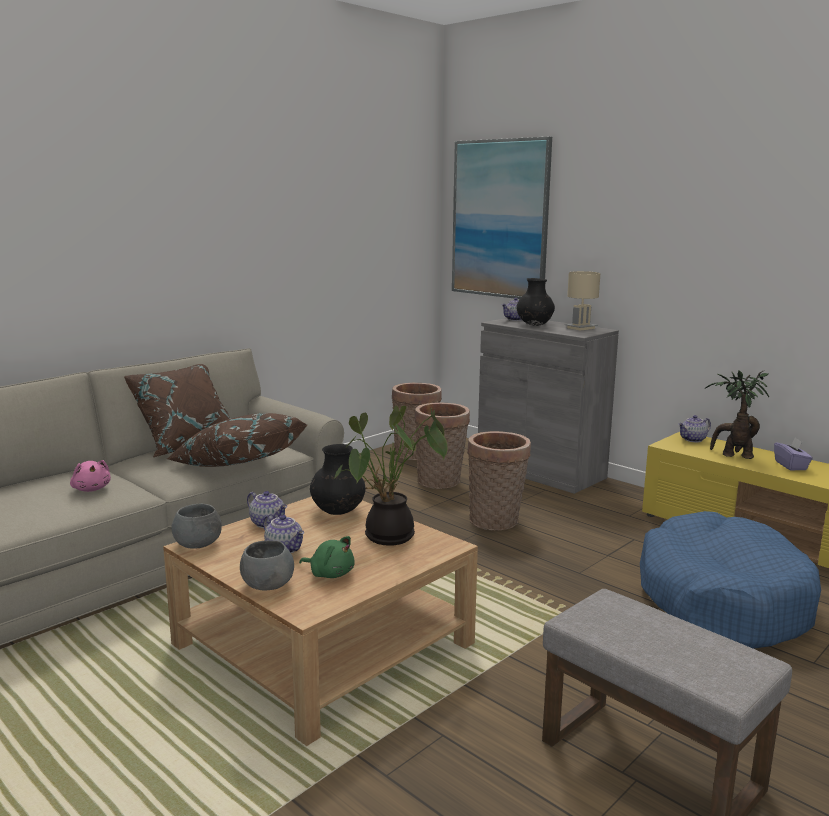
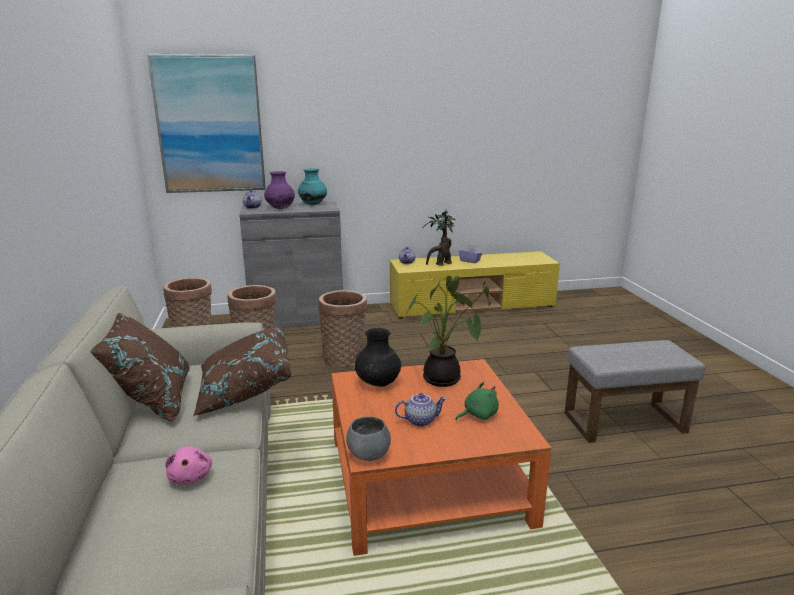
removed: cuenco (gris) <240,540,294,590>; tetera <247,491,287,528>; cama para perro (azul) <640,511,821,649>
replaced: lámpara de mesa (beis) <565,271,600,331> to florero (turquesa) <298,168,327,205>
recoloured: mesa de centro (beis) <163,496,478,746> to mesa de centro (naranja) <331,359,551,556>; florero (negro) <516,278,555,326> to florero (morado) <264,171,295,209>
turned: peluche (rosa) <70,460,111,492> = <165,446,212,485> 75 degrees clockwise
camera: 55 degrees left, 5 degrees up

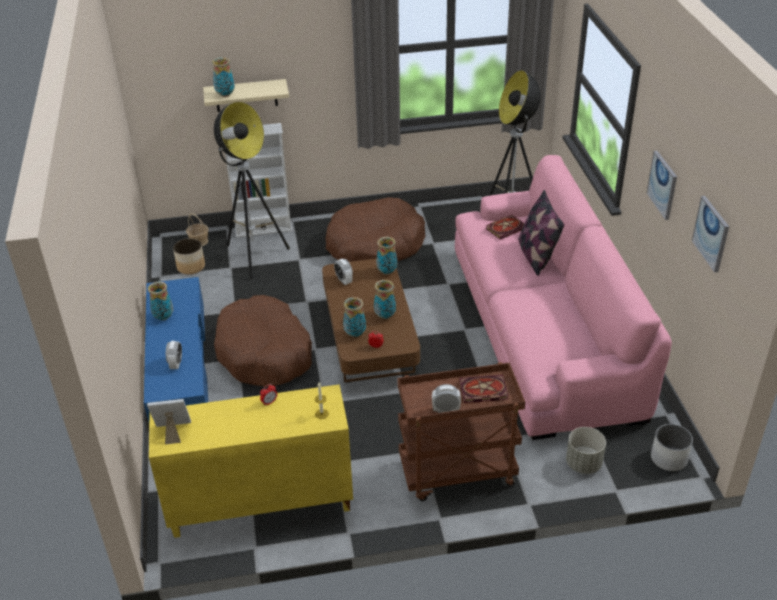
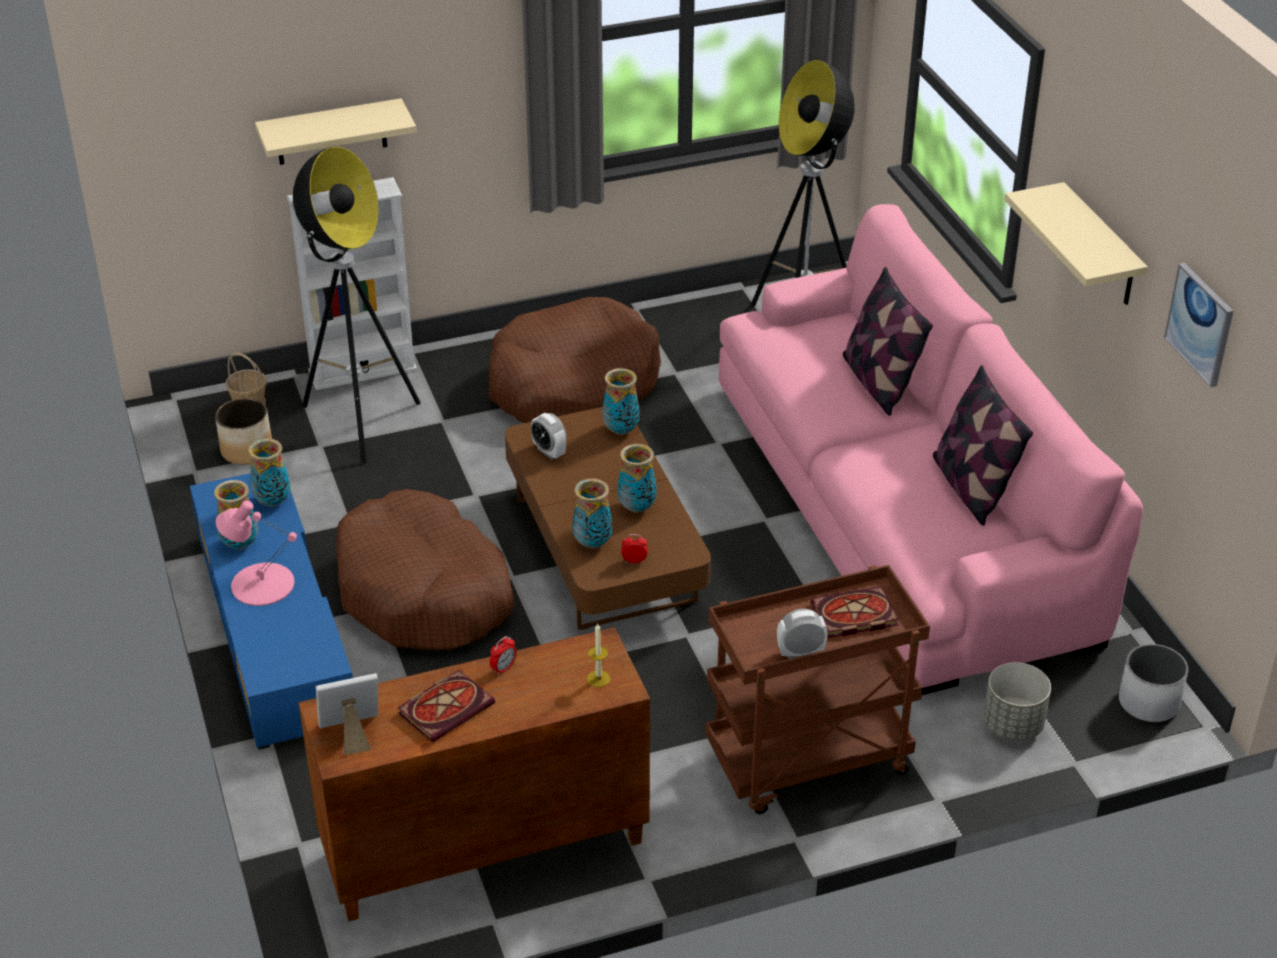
removed: despertador <166,341,182,369>
added: lámpara de mesa (rosa) <216,500,297,606>; cojín <933,365,1033,526>
moved: florero <212,57,235,97> to <248,438,291,507>; libro <485,215,525,240> to <398,670,495,743>
replaced: cuadro <647,151,677,220> to estante (beis) <1005,182,1148,305>
recoloured: armario (amarillo) <149,384,353,538> to armario (marrón) <298,627,650,921>
camera: 10 degrees left, 0 degrees up

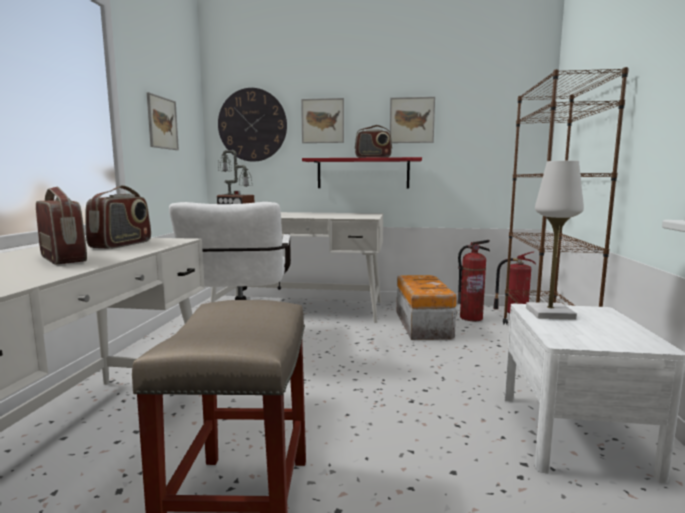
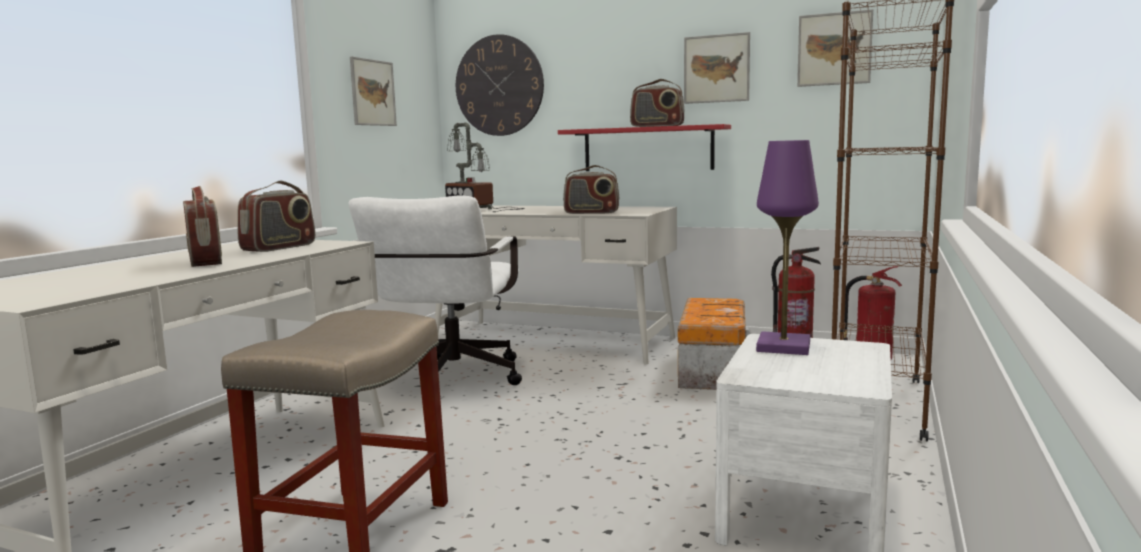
added: radio <563,165,620,214>
moved: cuadro <301,98,344,143> to <797,9,873,87>
recoloured: lámpara de mesa (blanco) <526,161,584,320> to lámpara de mesa (morado) <756,140,819,355>
camera: 15 degrees right, 0 degrees up

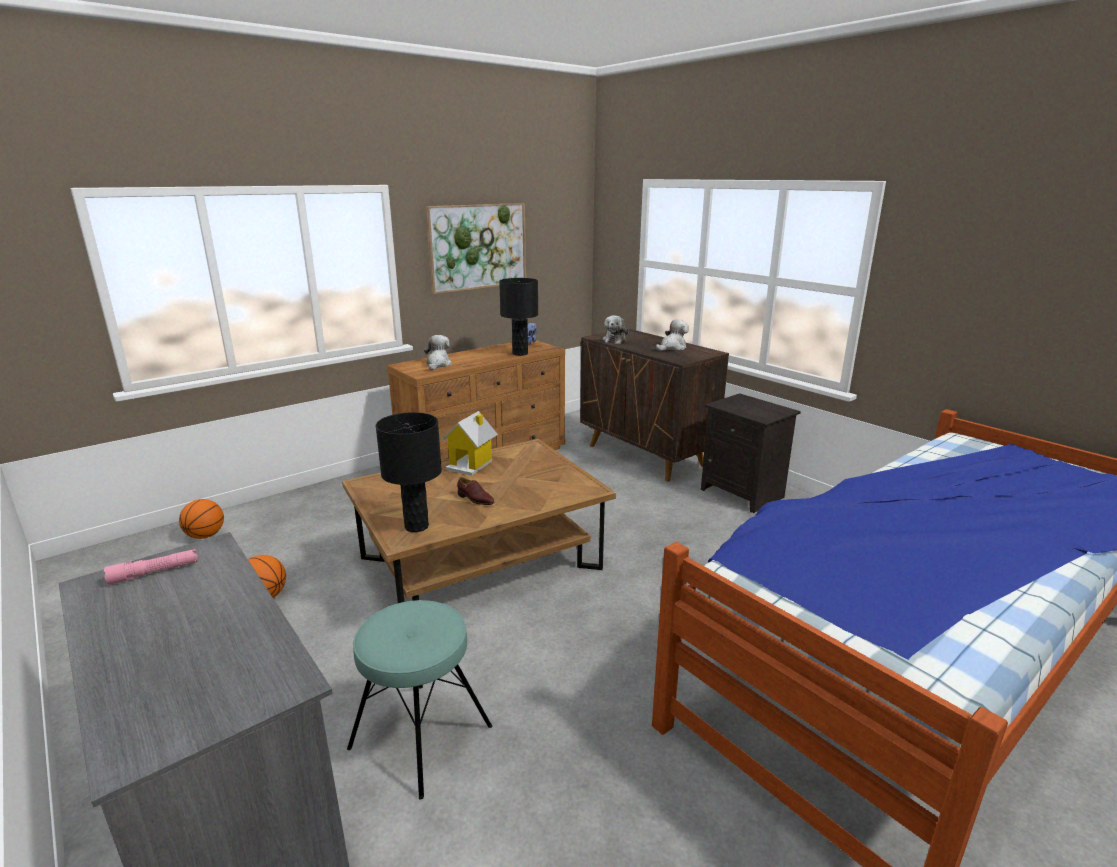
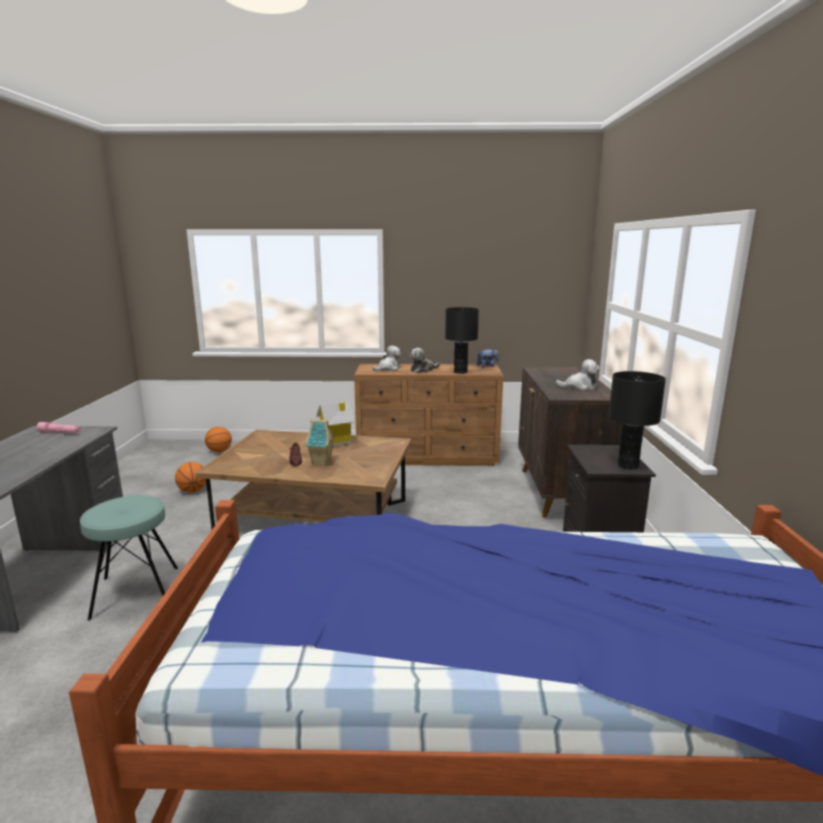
removed: cuadro <425,203,526,294>
added: casita <306,420,335,466>
moved: lámpara de mesa (negro) <376,412,442,532> to <608,371,666,469>; peluche <603,315,629,344> to <410,348,440,373>
camera: 40 degrees right, 5 degrees down

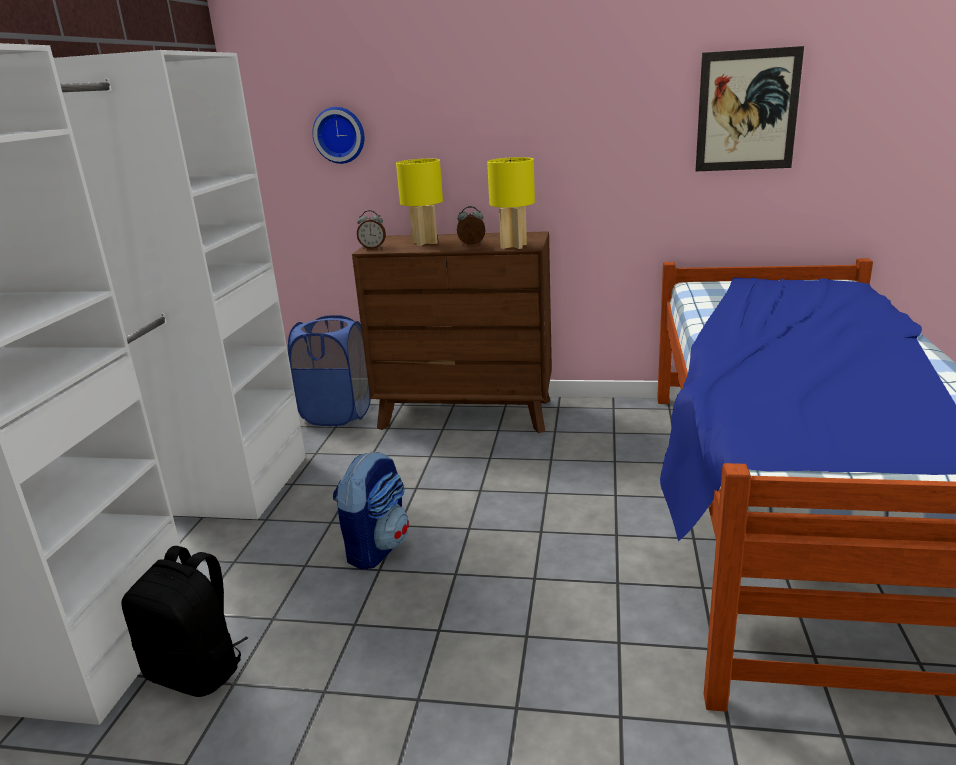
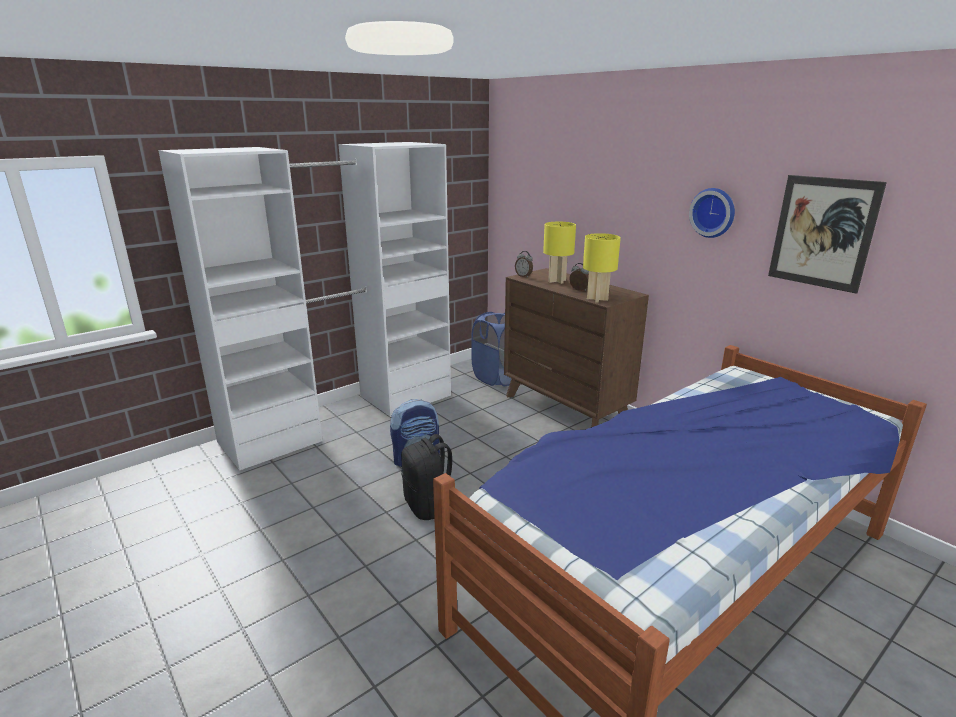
moved: mochila (negro) <121,546,248,697> to <401,434,452,520>; reloj de pared <312,107,364,164> to <689,188,735,238>
camera: 40 degrees right, 0 degrees up

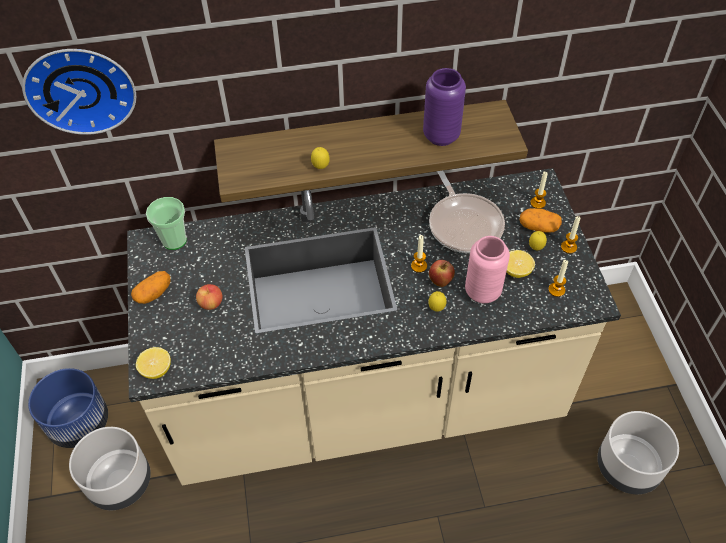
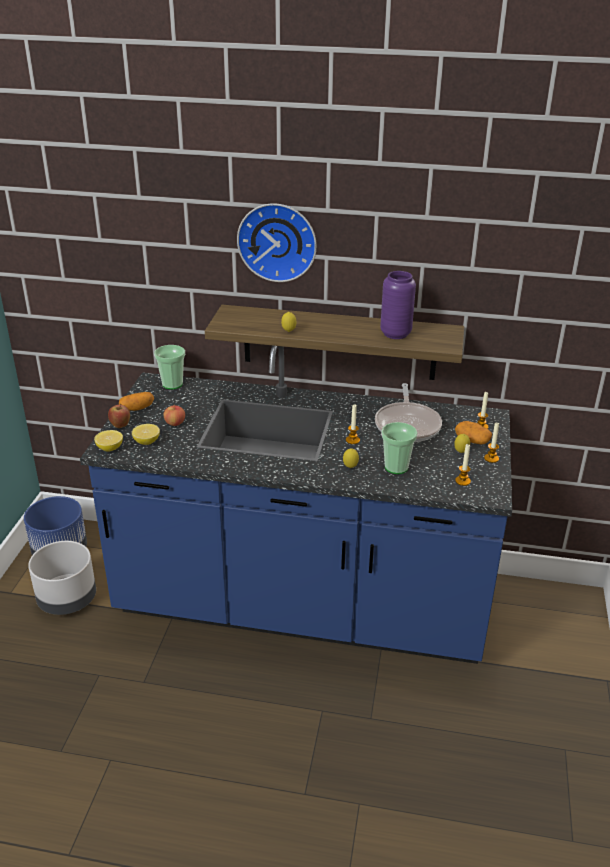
removed: maceta (gris) <598,411,679,494>
moved: reloj de pared <22,49,136,135> to <237,203,317,282>; manzana <429,260,455,287> to <108,404,130,428>; limón <507,250,535,278> to <132,424,160,445>
replaced: florero (rosa) <465,236,510,303> to taza <381,422,418,474>
recoloured: mueble bajo de cocina (beis) <127,168,621,485> to mueble bajo de cocina (azul) <80,346,512,664>
camera: 20 degrees right, 20 degrees down

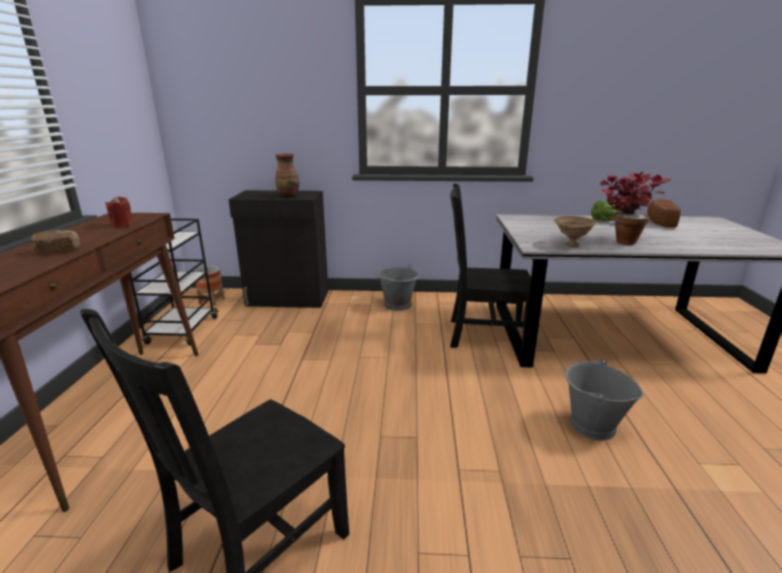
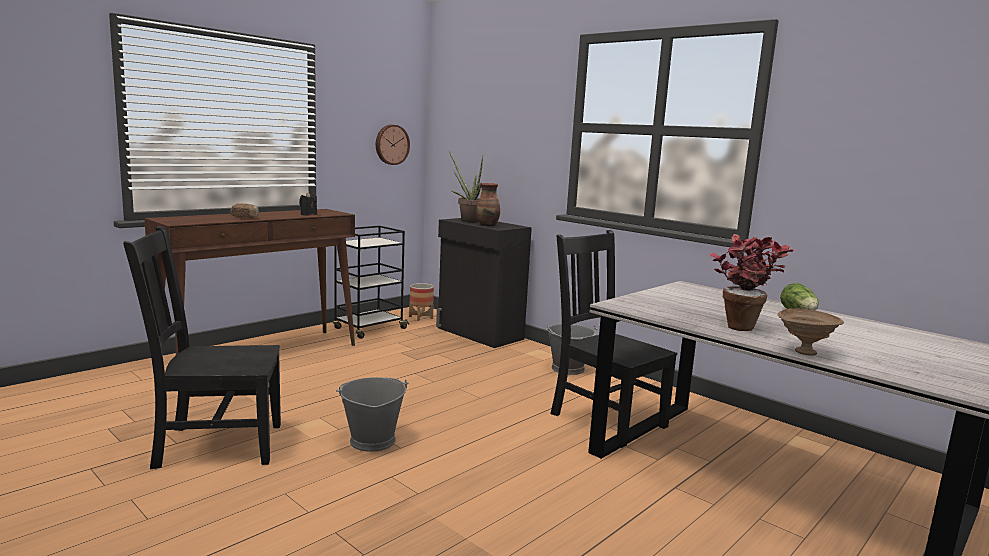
removed: pan <647,199,681,228>
added: reloj de pared <376,125,410,165>; planta en maceta <449,151,483,223>
moved: cuenco (marrón) <554,216,597,247> to <777,308,844,356>; cubo (gris) <565,358,644,440> to <336,377,408,452>
recoloured: vela (rojo) <105,196,134,228> to vela (negro) <299,192,317,216>
camera: 40 degrees right, 10 degrees down

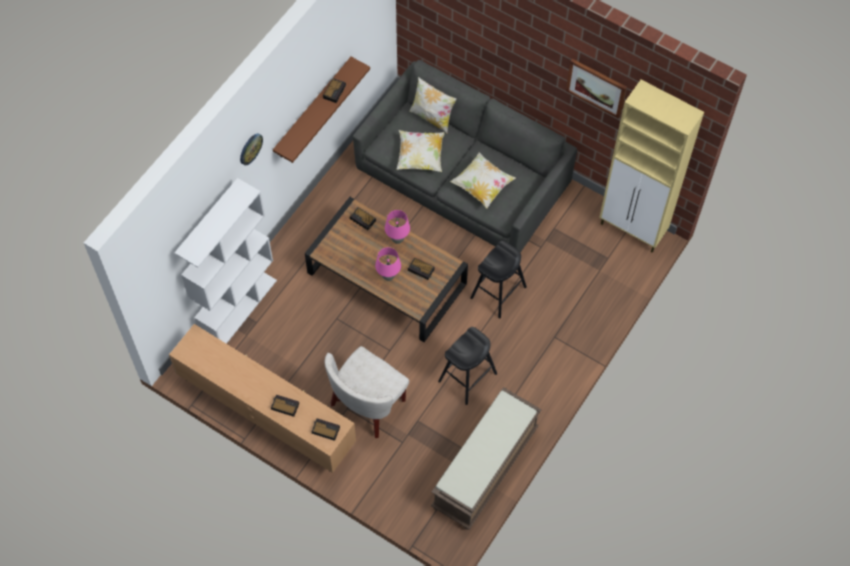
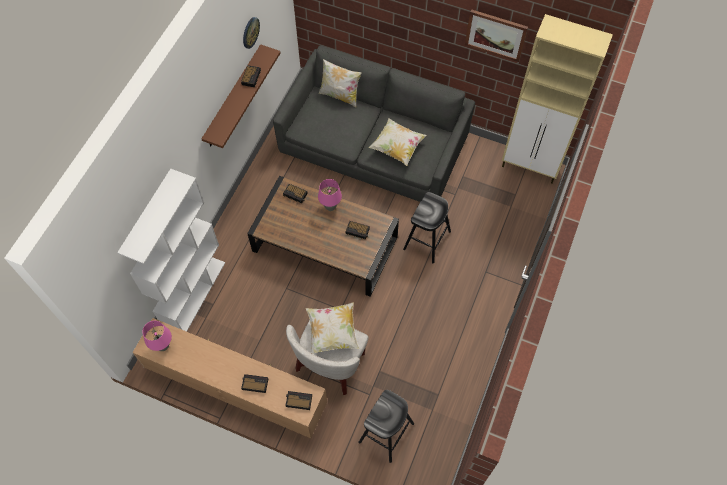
removed: banco (marrón) <431,387,542,530>
moved: reloj de pared <240,134,263,165> to <243,17,260,49>; lámpara de mesa (rosa) <375,247,401,281> to <143,321,172,351>; cojín <396,130,445,172> to <306,303,359,354>; taburete (negro) <438,327,497,405> to <358,390,414,463>
camera: 10 degrees left, 0 degrees up

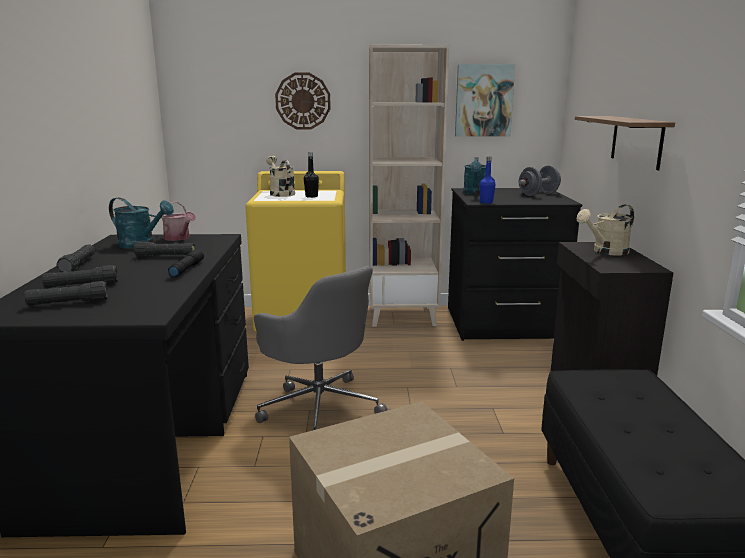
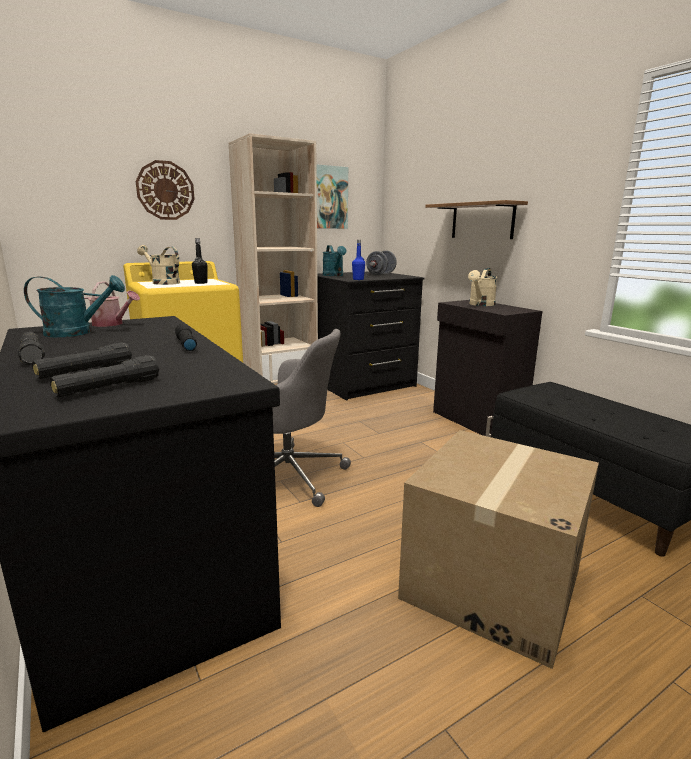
removed: linterna (negro) <134,242,195,257>
camera: 30 degrees left, 0 degrees up

